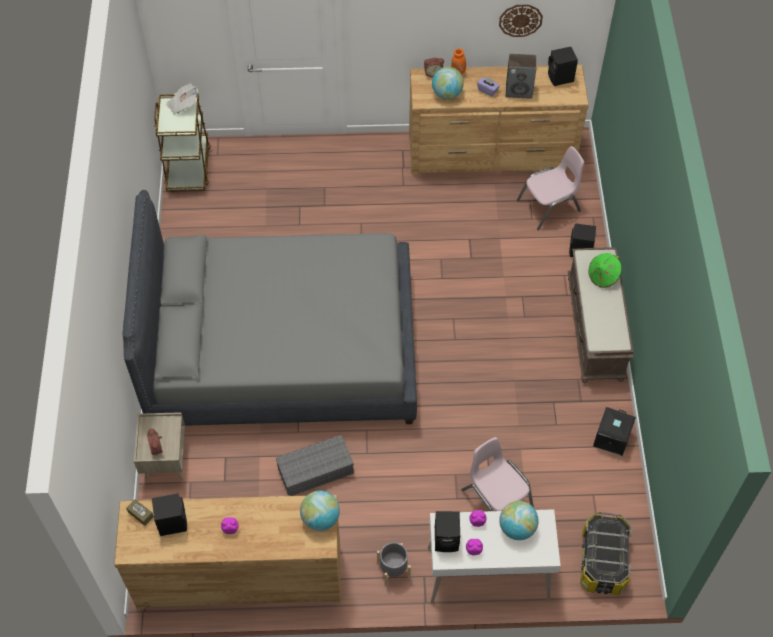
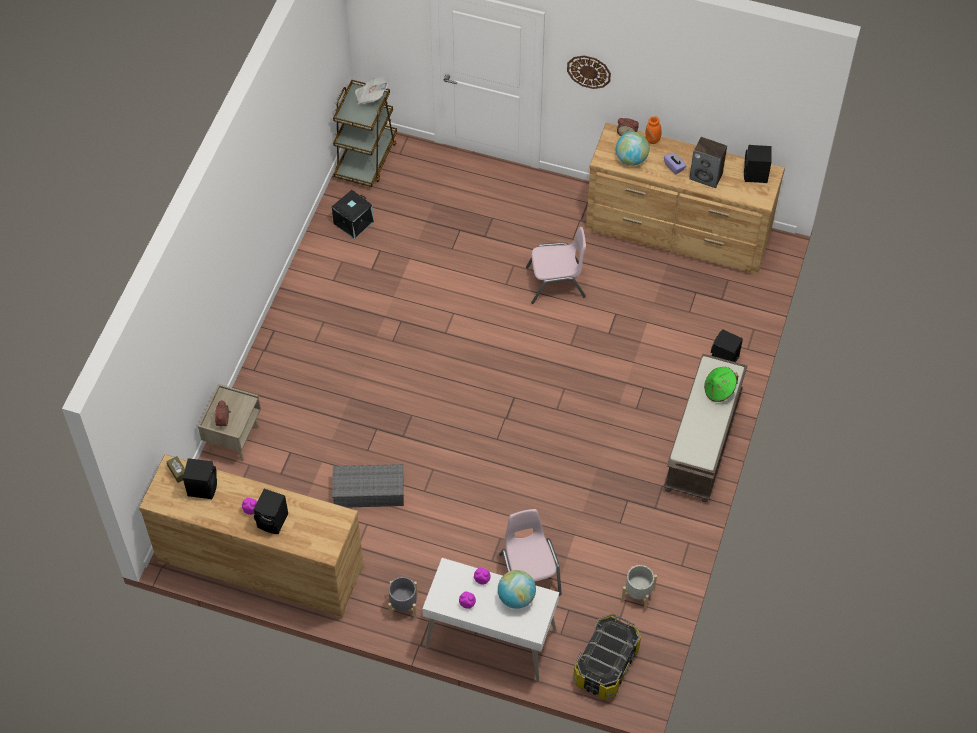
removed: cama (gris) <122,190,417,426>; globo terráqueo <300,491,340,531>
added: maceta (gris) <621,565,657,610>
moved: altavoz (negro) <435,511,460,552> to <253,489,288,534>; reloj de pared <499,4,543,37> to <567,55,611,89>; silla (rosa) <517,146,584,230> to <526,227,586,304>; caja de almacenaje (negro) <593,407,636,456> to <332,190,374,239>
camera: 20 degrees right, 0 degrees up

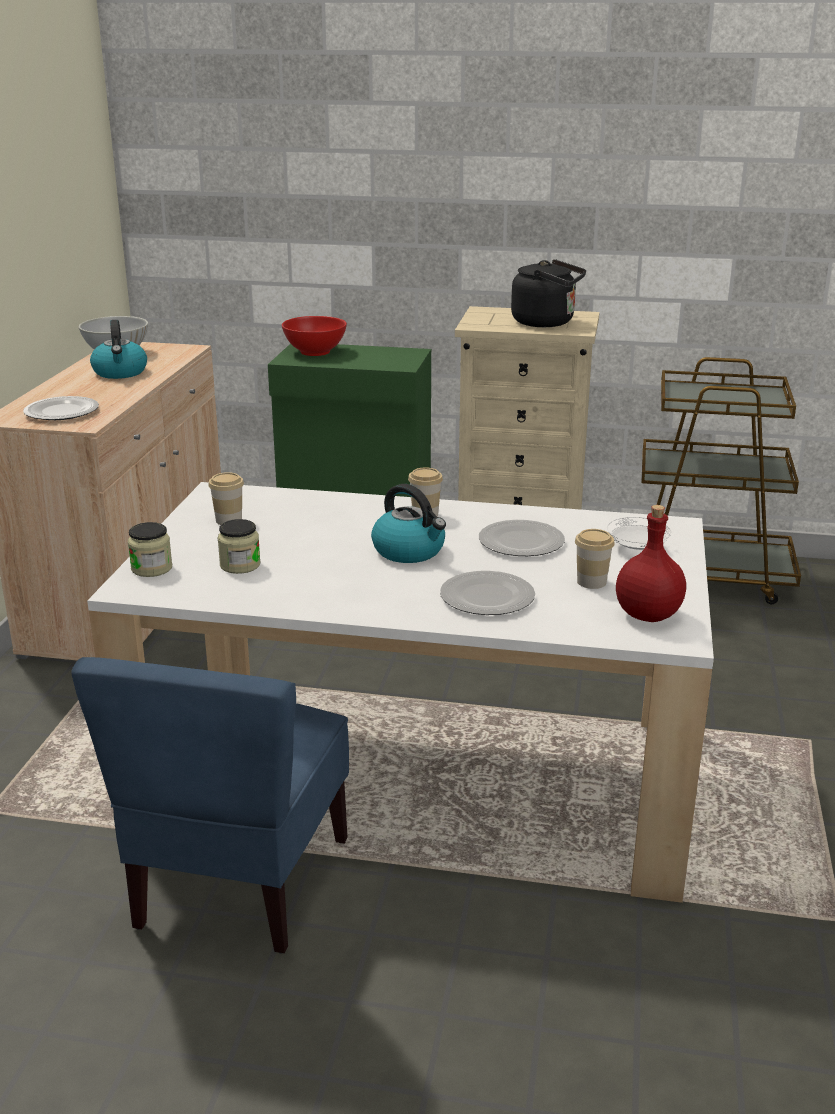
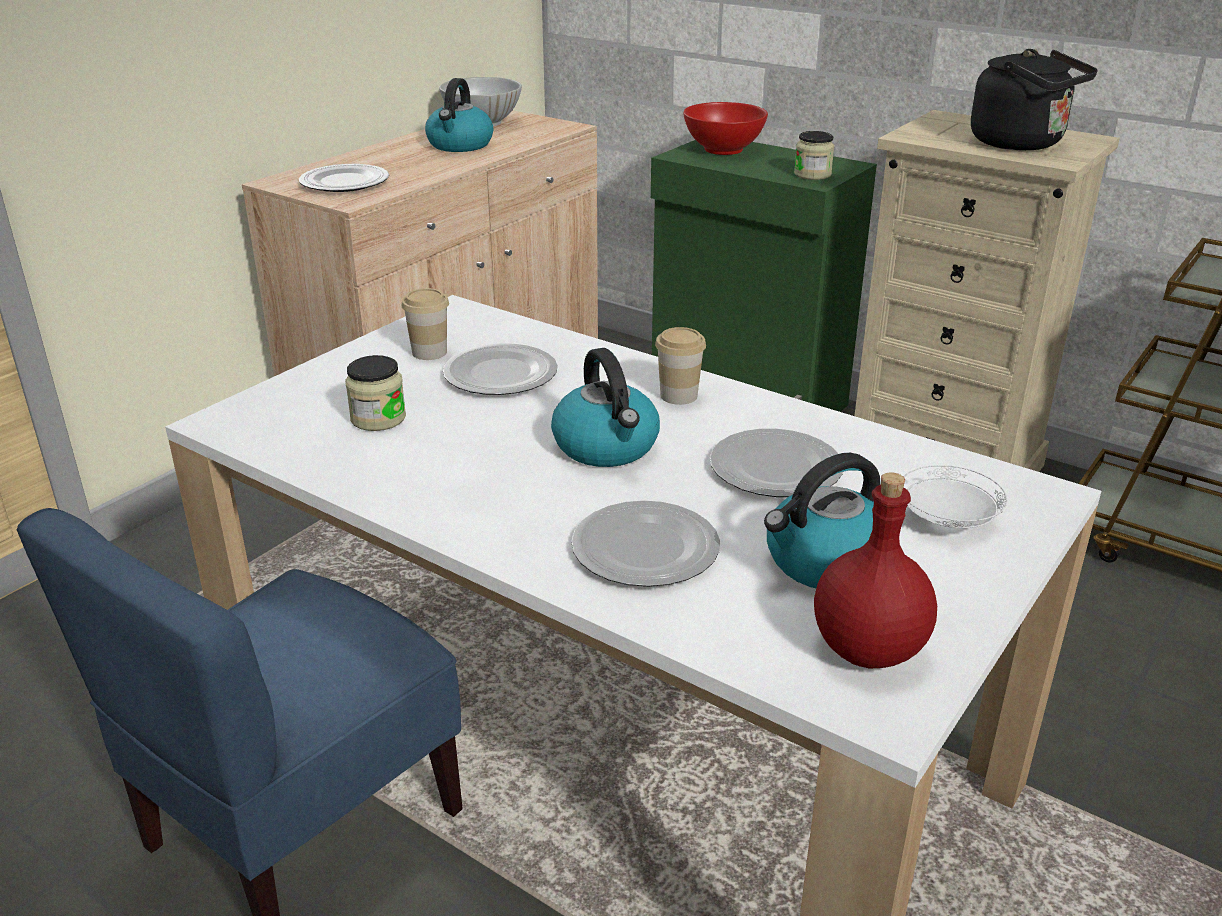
added: plato <443,343,558,395>
moved: tarro <128,522,172,577> to <794,131,834,180>
replaced: taza <575,529,615,589> to hervidor <764,453,880,588>
camera: 25 degrees right, 5 degrees up

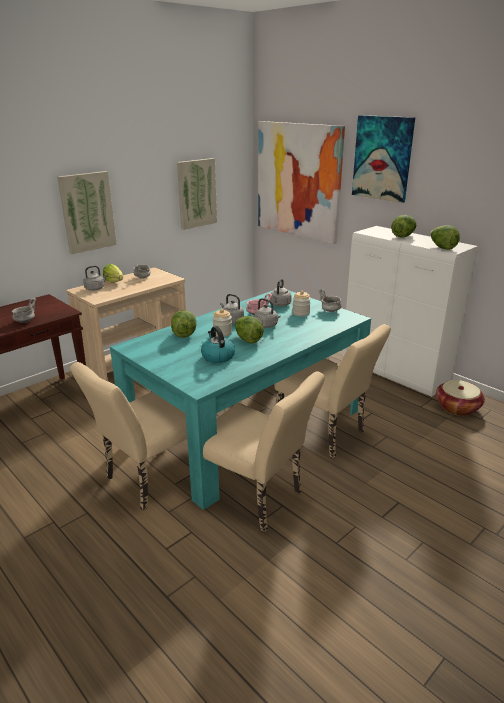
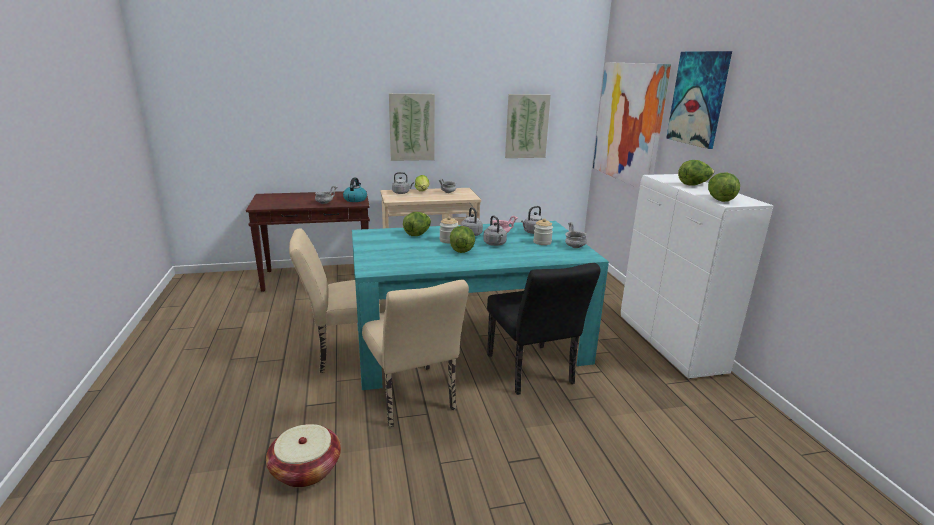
moved: hervidor <201,326,235,363> to <343,178,367,202>; cesta <436,380,485,416> to <266,424,341,488>
recoloured: silla (beis) <275,324,391,458> to silla (negro) <487,263,601,395>
camera: 30 degrees right, 5 degrees down

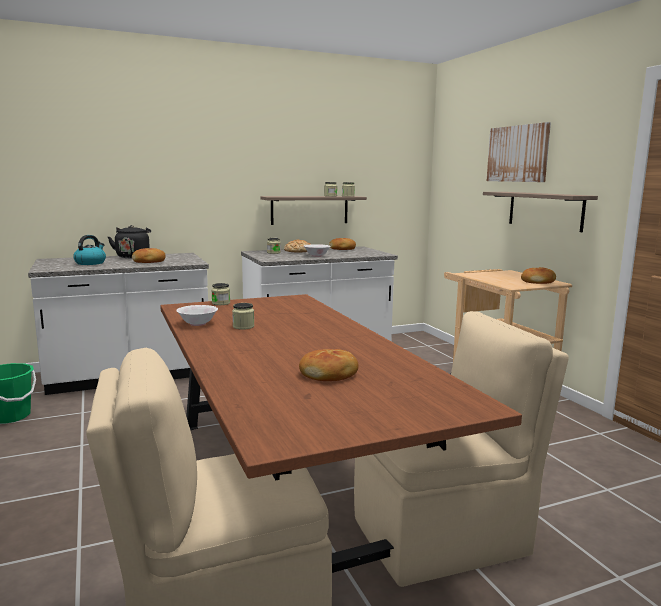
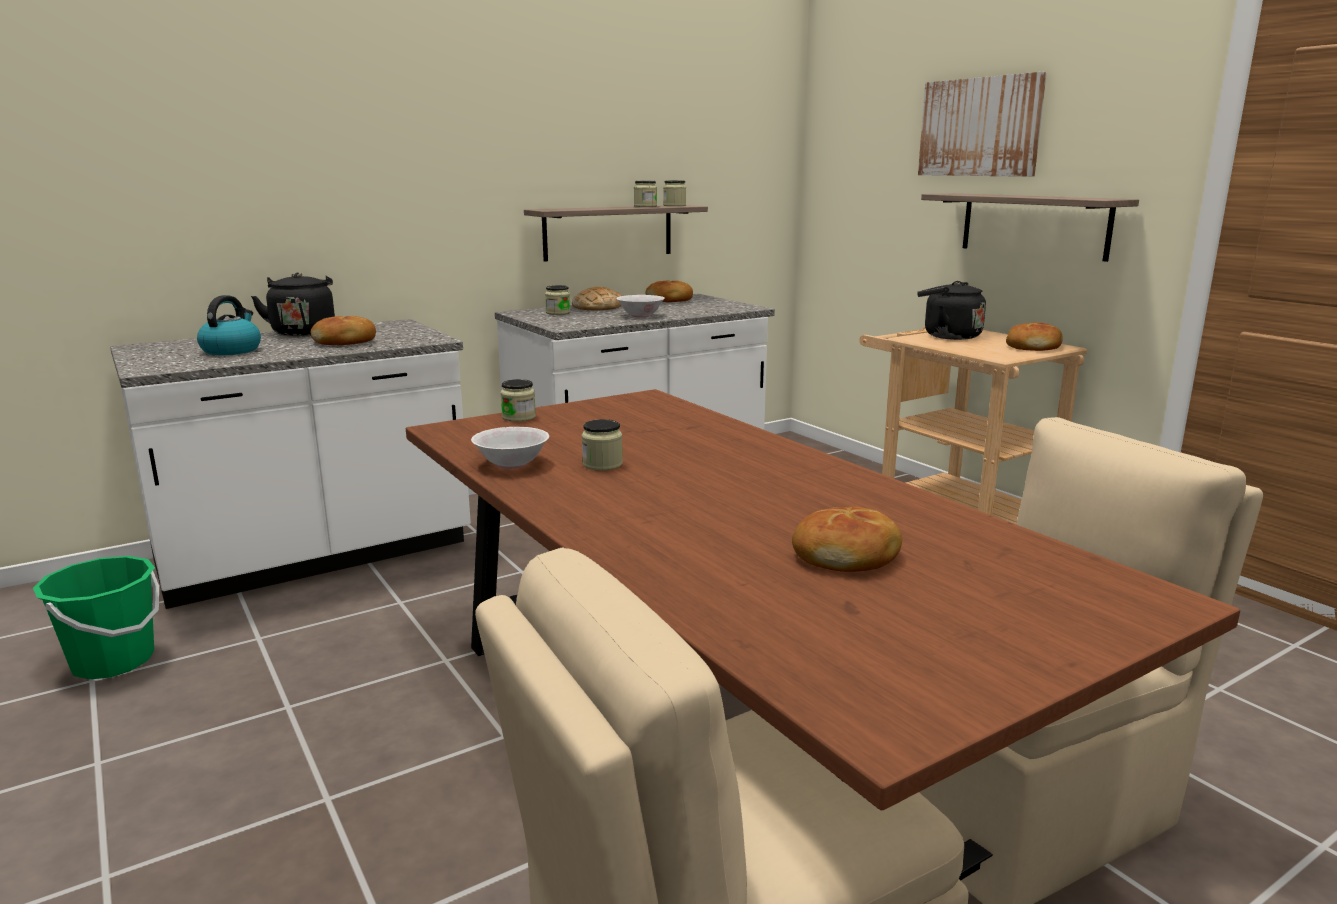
added: hervidor (negro) <917,281,986,340>
camera: 10 degrees left, 5 degrees up

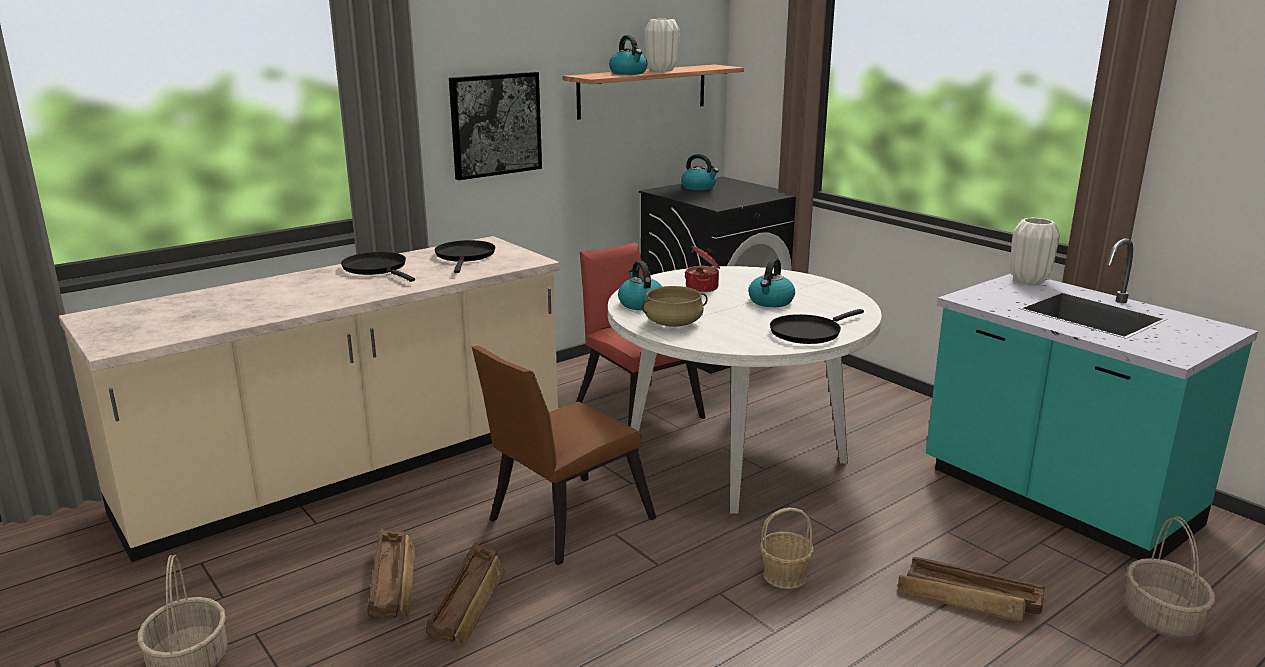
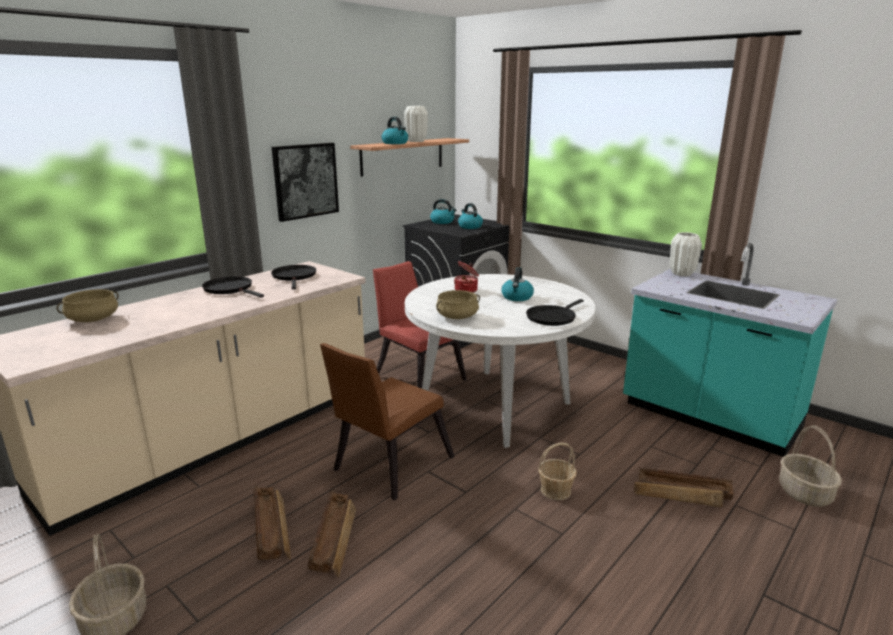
added: olla (beis) <56,289,118,322>
moved: hervidor <618,261,662,310> to <458,203,483,229>
camera: 10 degrees left, 0 degrees up

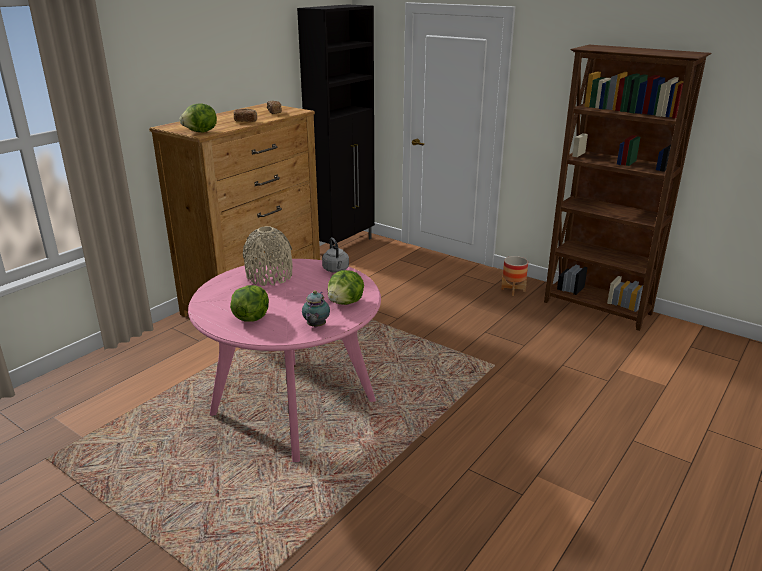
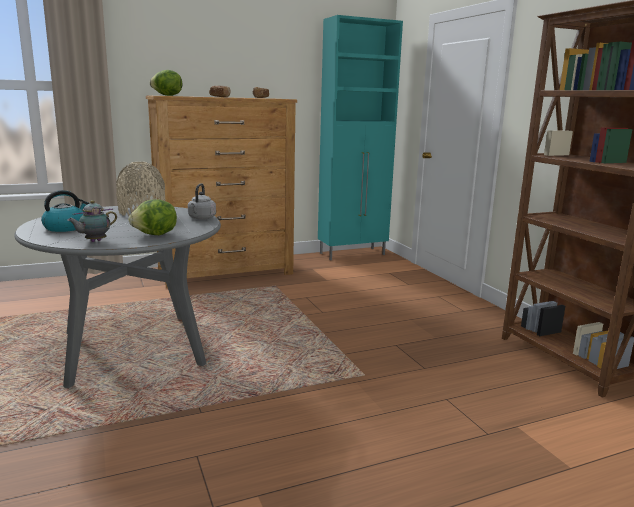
removed: maceta <501,256,528,296>
replaced: lechuga <230,285,269,322> to hervidor <41,190,90,232>
recoloured: mesa de comedor (rosa) <188,259,381,462> to mesa de comedor (gris) <14,205,221,388>; armario (negro) <297,5,375,248> to armario (turquesa) <318,15,403,260>
camera: 30 degrees right, 10 degrees down

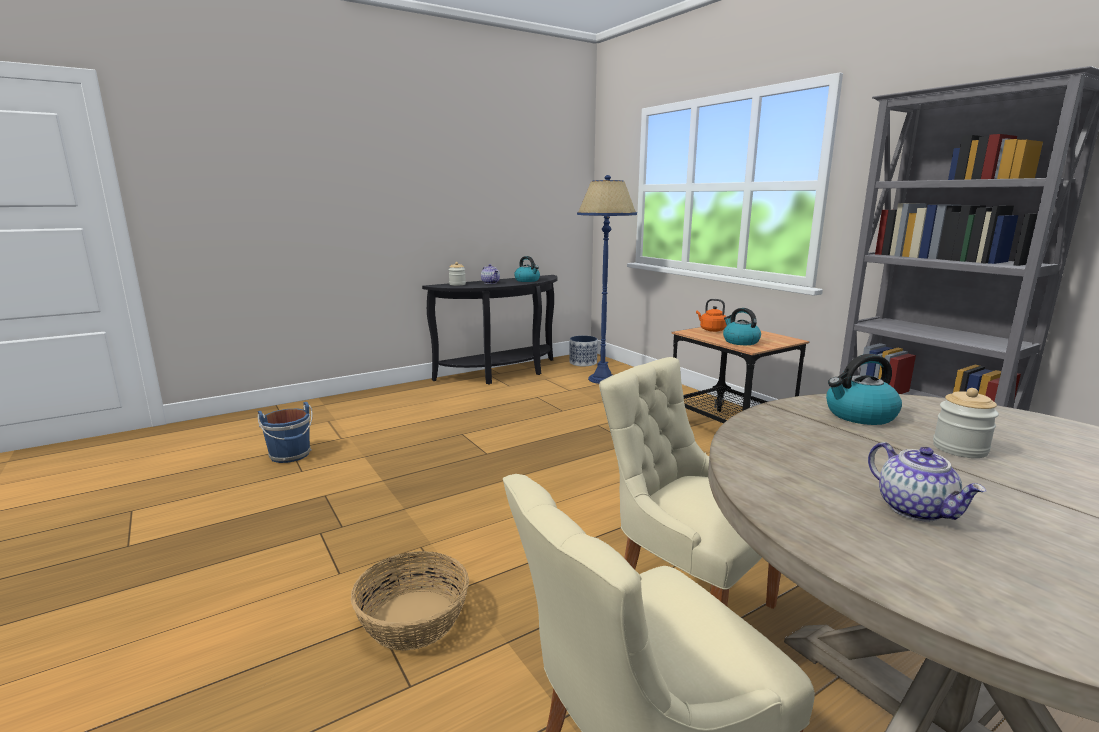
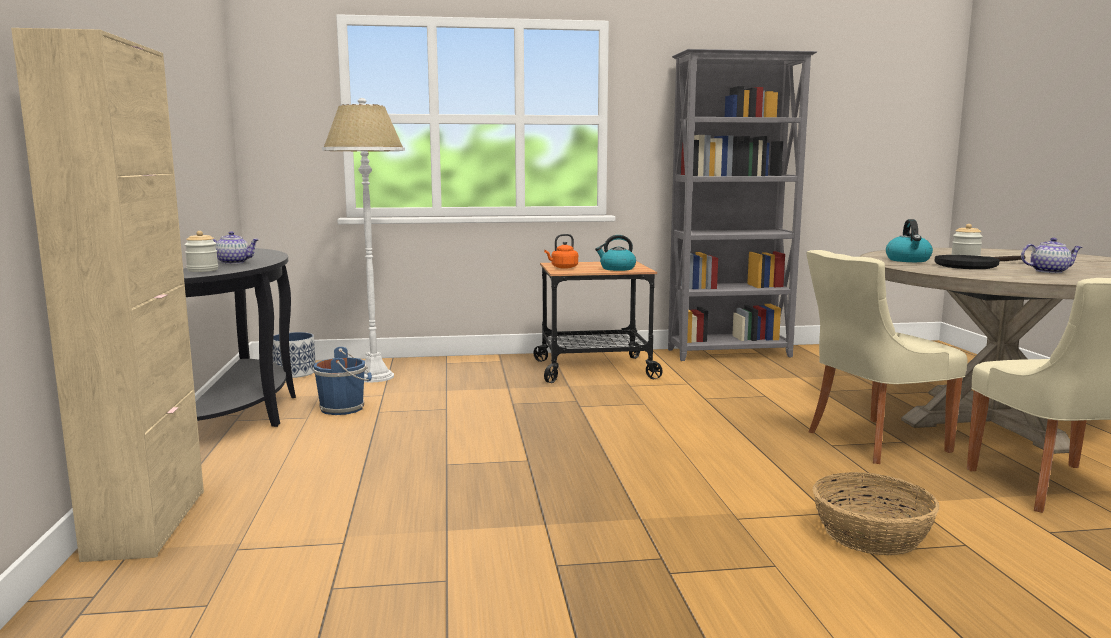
removed: hervidor <514,256,540,282>
added: armario (beis) <11,28,204,562>; sartén (negro) <935,255,1025,269>
moved: cubo (azul) <258,402,313,463> to <313,347,372,415>
recoloured: lámpara de pie (azul) <577,175,637,384> to lámpara de pie (blanco) <322,98,405,383>
camera: 65 degrees left, 5 degrees down

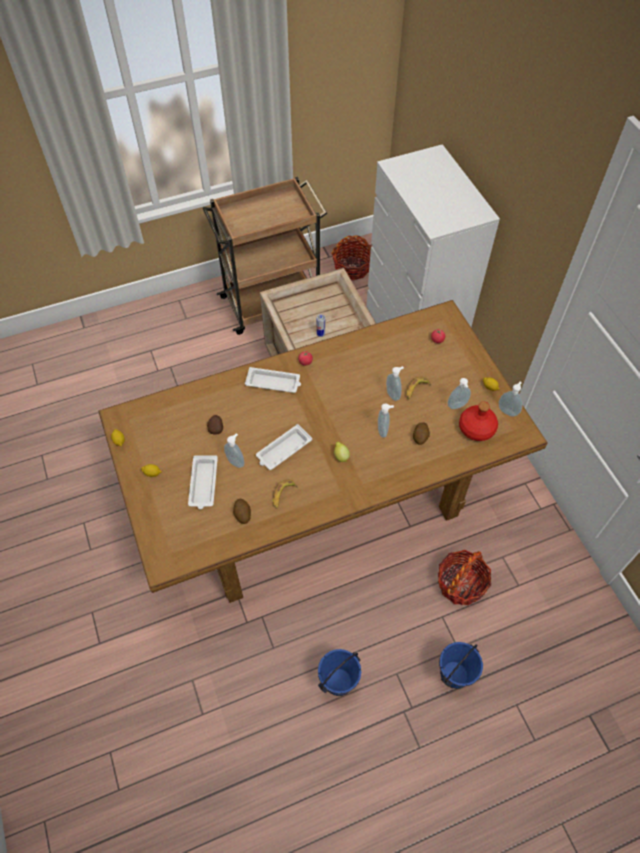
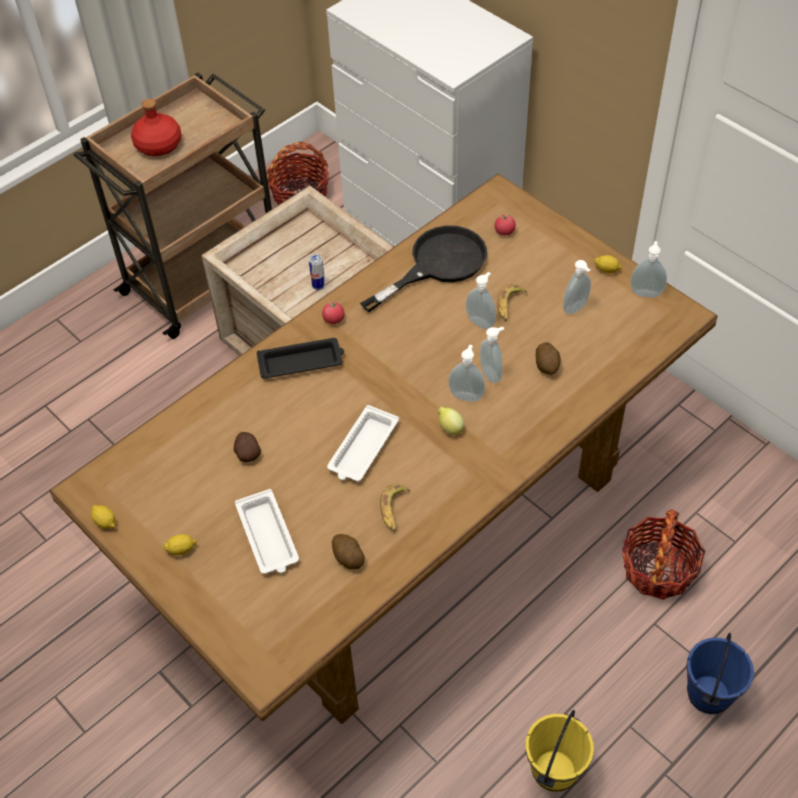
added: sartén (negro) <360,225,487,312>
moved: dispensador de jabón <224,433,245,468> to <448,345,485,402>; botella (rojo) <459,401,498,441> to <131,99,181,156>
recoloured: bandeja (blanco) <245,367,301,393> to bandeja (negro) <257,338,344,378>; cubo (azul) <318,649,361,696> to cubo (amarillo) <525,710,594,792>
camera: 20 degrees left, 5 degrees down

